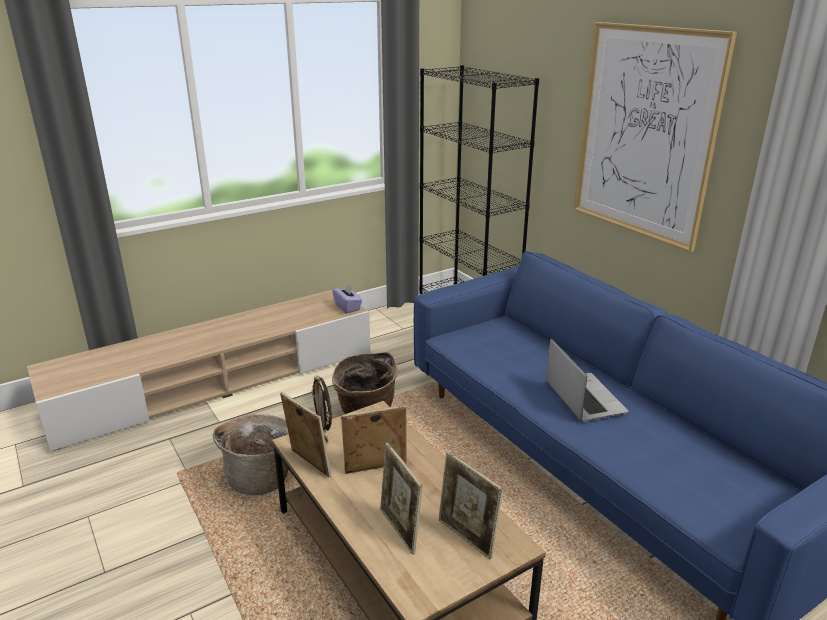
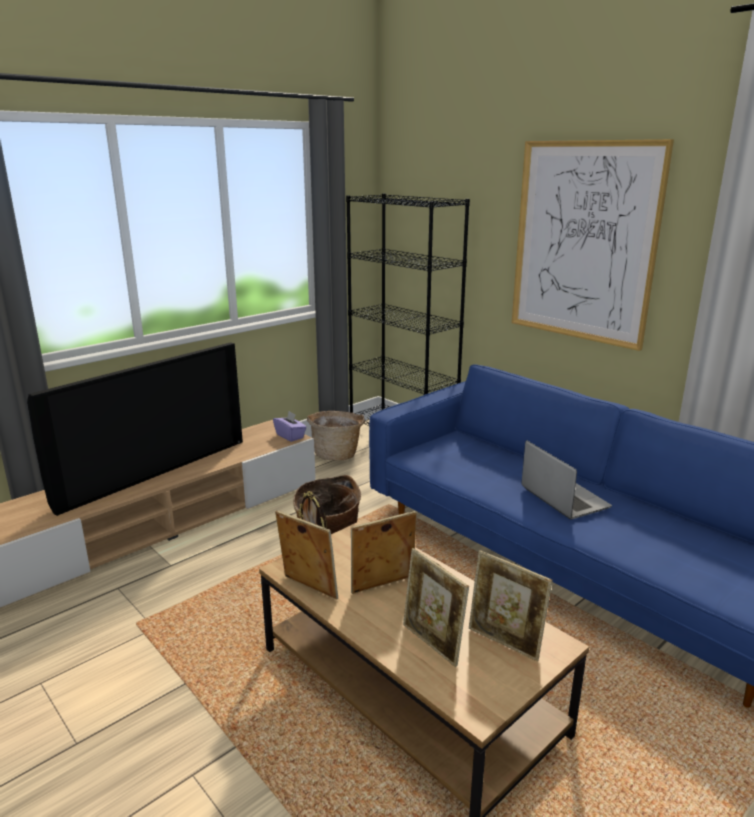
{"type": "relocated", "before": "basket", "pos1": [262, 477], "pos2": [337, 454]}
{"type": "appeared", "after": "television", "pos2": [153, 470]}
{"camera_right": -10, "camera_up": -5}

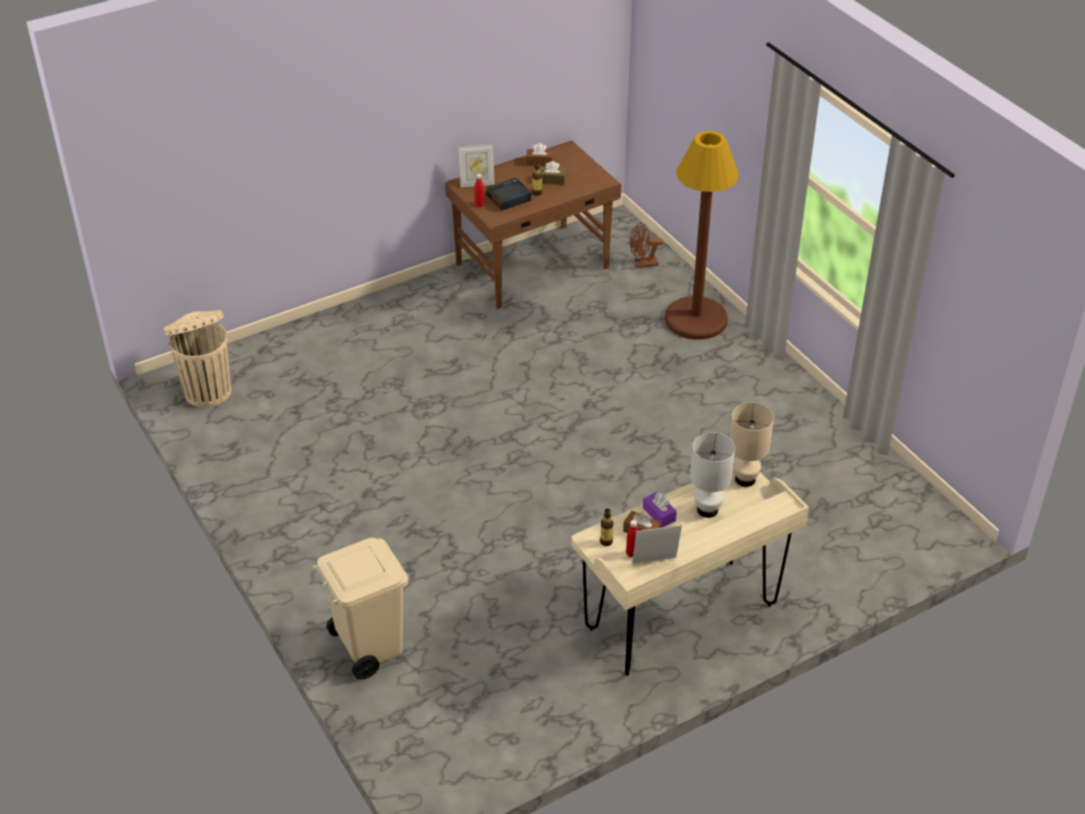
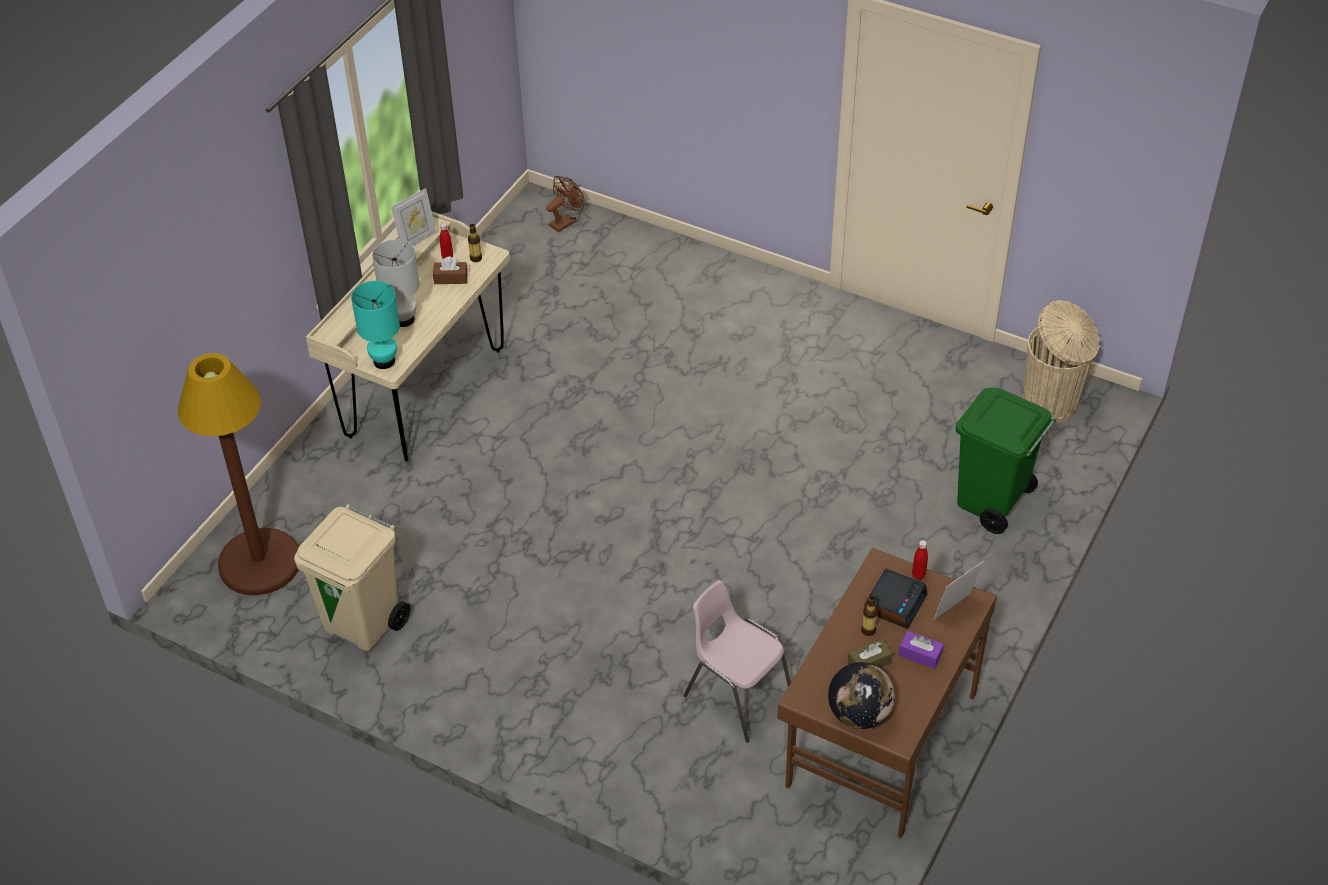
{"type": "relocated", "before": "floor lamp/brown", "pos1": [696, 319], "pos2": [260, 563]}
{"type": "missing", "before": "tissue box/brown", "pos1": [539, 162]}
{"type": "relocated", "before": "fan/brown", "pos1": [643, 264], "pos2": [566, 221]}
{"type": "colour", "before": "table lamp/beige", "after": "table lamp/turquoise", "pos1": [745, 479], "pos2": [384, 361]}
{"type": "relocated", "before": "tissue box/purple", "pos1": [659, 514], "pos2": [920, 654]}
{"type": "relocated", "before": "trash can/beige", "pos1": [368, 647], "pos2": [363, 624]}
{"type": "appeared", "after": "trash can/green", "pos2": [992, 503]}
{"type": "appeared", "after": "chair/pink", "pos2": [737, 695]}
{"type": "appeared", "after": "globe", "pos2": [859, 714]}
{"camera_right": 150, "camera_up": 5}

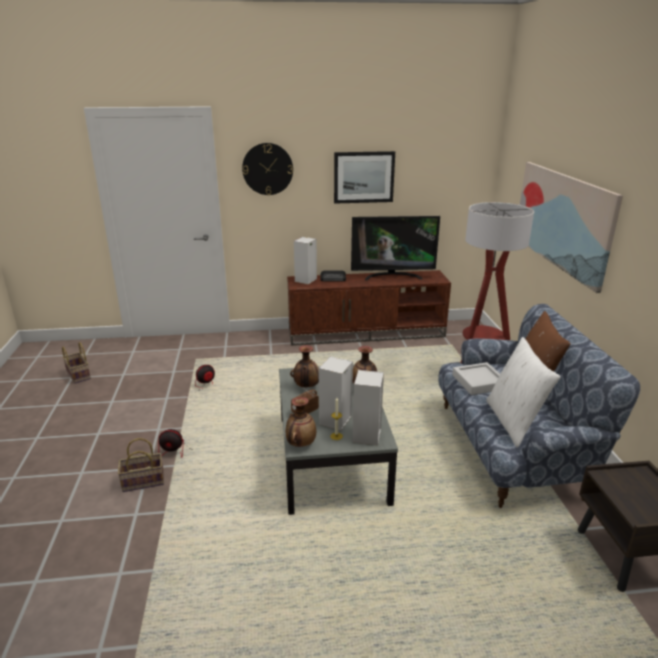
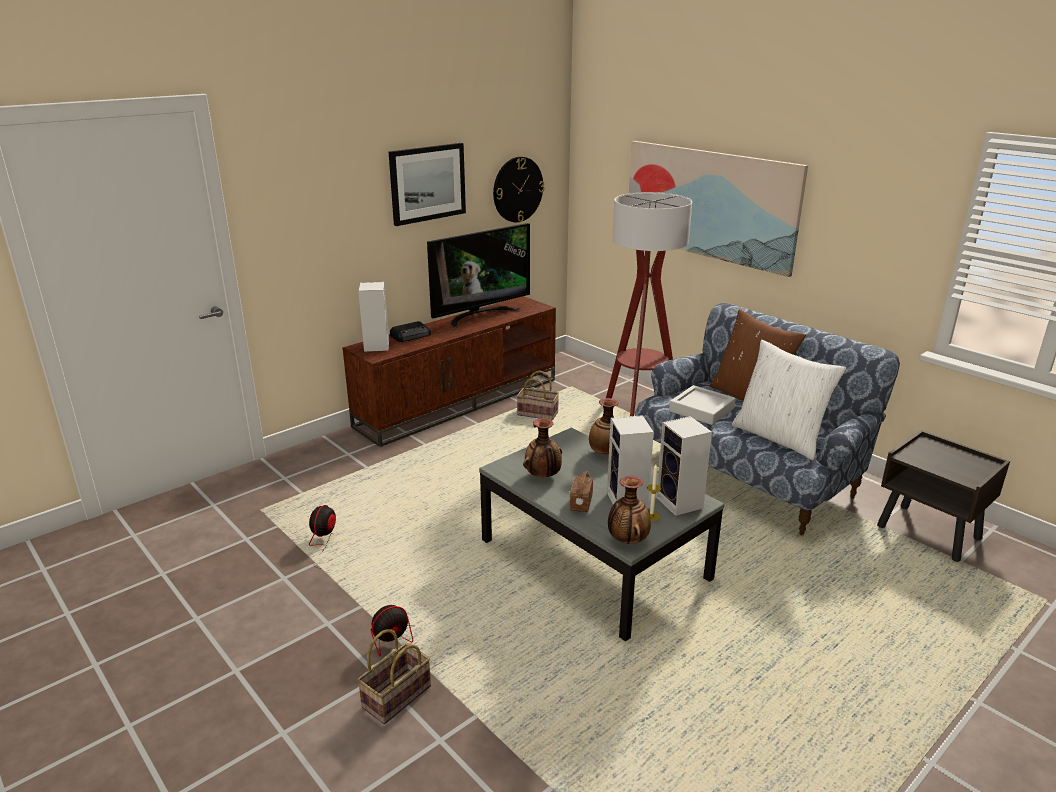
{"type": "relocated", "before": "wall clock", "pos1": [267, 169], "pos2": [517, 189]}
{"type": "relocated", "before": "basket", "pos1": [79, 375], "pos2": [539, 414]}
{"camera_right": -35, "camera_up": 0}

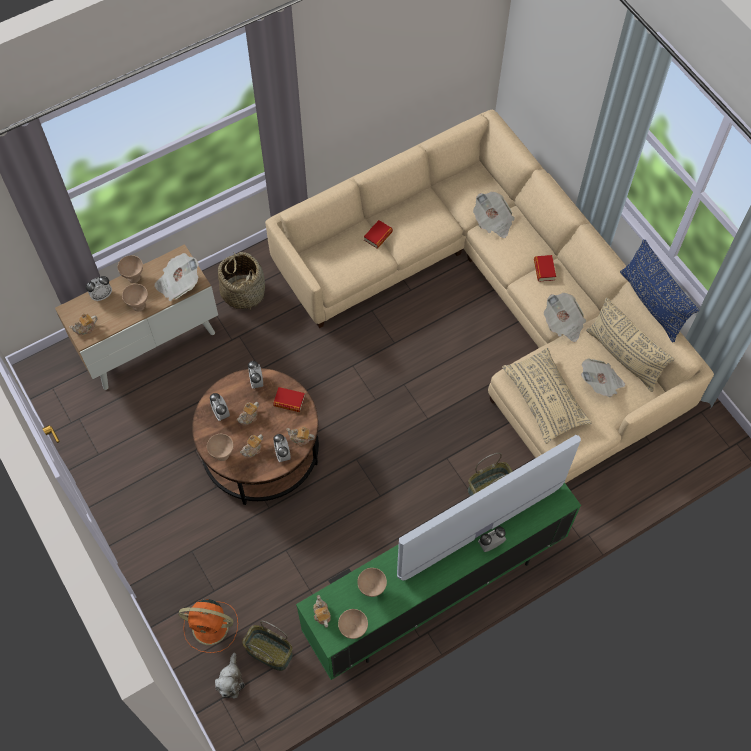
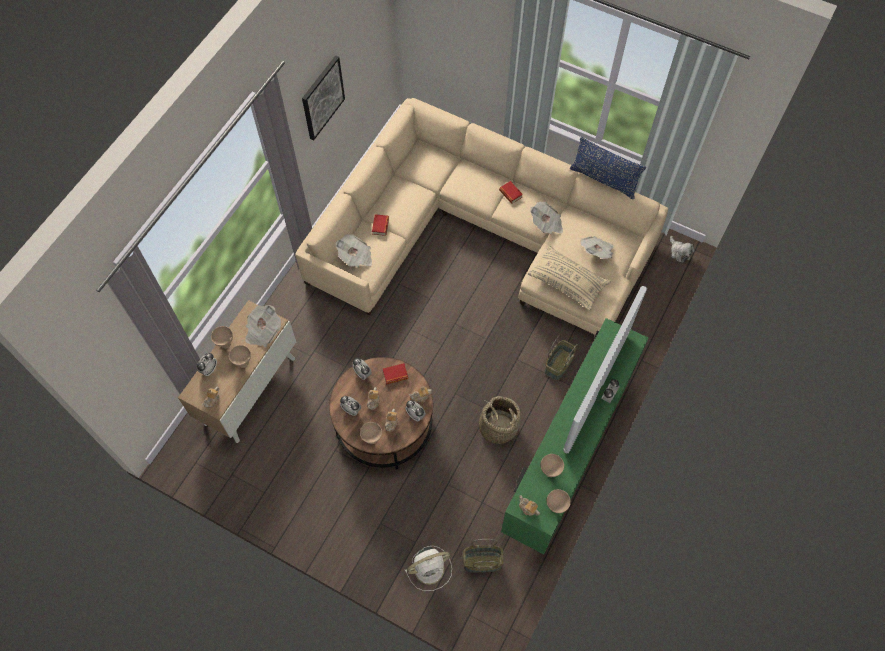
{"type": "relocated", "before": "newspaper", "pos1": [493, 222], "pos2": [355, 257]}
{"type": "relocated", "before": "basket", "pos1": [243, 292], "pos2": [498, 427]}
{"type": "missing", "before": "pillow/beige", "pos1": [623, 357]}
{"type": "colour", "before": "fan/orange", "after": "fan/white", "pos1": [212, 627], "pos2": [430, 568]}
{"type": "relocated", "before": "plush toy", "pos1": [230, 680], "pos2": [679, 252]}
{"type": "appeared", "after": "picture", "pos2": [322, 97]}
{"camera_right": -30, "camera_up": 0}

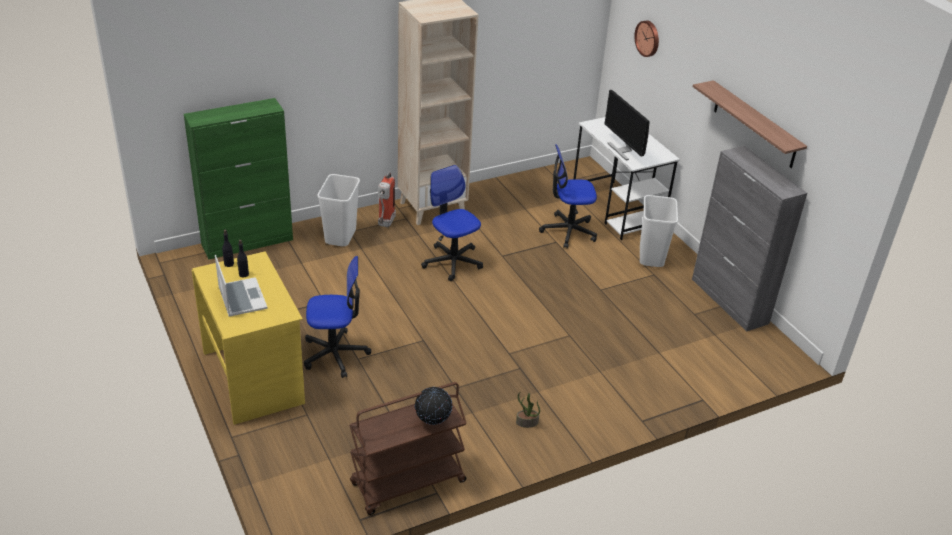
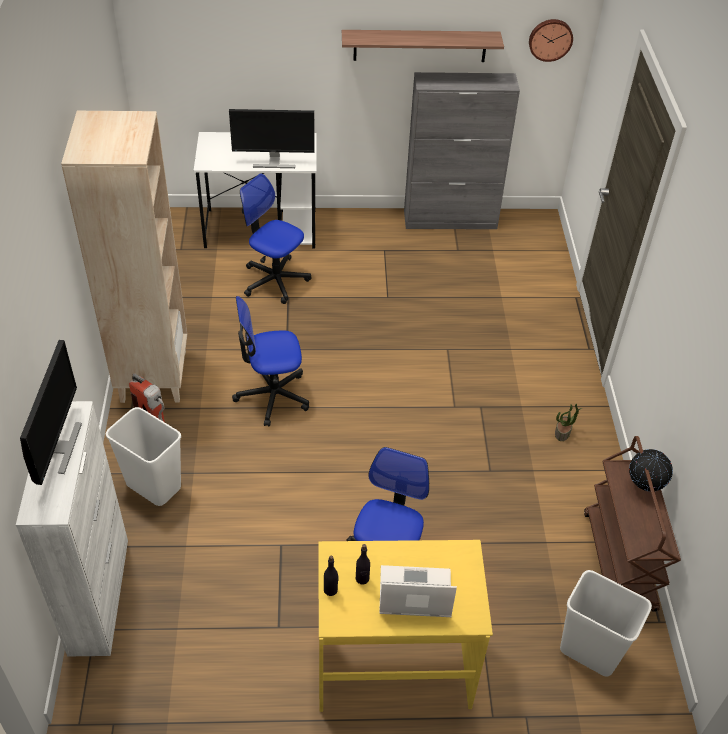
{"type": "relocated", "before": "wall clock", "pos1": [648, 38], "pos2": [550, 39]}
{"type": "colour", "before": "cabinet/green", "after": "cabinet/white", "pos1": [248, 242], "pos2": [99, 595]}
{"type": "spun", "before": "office chair", "pos1": [568, 231], "pos2": [275, 280], "turn": 105}
{"type": "relocated", "before": "trash can/white", "pos1": [652, 257], "pos2": [591, 651]}
{"type": "appeared", "after": "monitor", "pos2": [59, 448]}
{"camera_right": -65, "camera_up": 10}

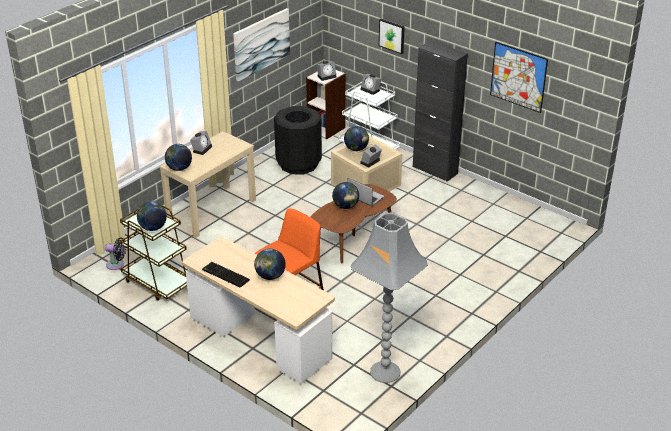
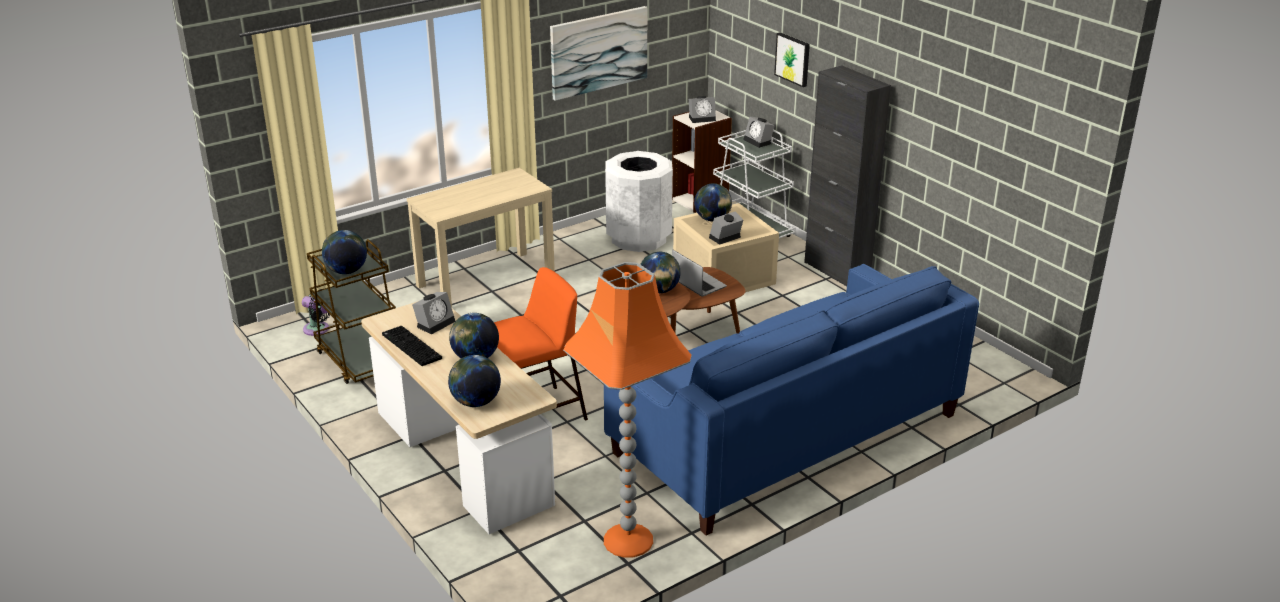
{"type": "missing", "before": "picture", "pos1": [518, 77]}
{"type": "colour", "before": "trash can/black", "after": "trash can/white", "pos1": [298, 164], "pos2": [638, 238]}
{"type": "relocated", "before": "alarm clock", "pos1": [202, 148], "pos2": [435, 323]}
{"type": "relocated", "before": "globe", "pos1": [179, 168], "pos2": [476, 402]}
{"type": "colour", "before": "floor lamp/grey", "after": "floor lamp/orange", "pos1": [385, 372], "pos2": [628, 541]}
{"type": "appeared", "after": "sofa/blue", "pos2": [786, 434]}
{"camera_right": 15, "camera_up": -5}

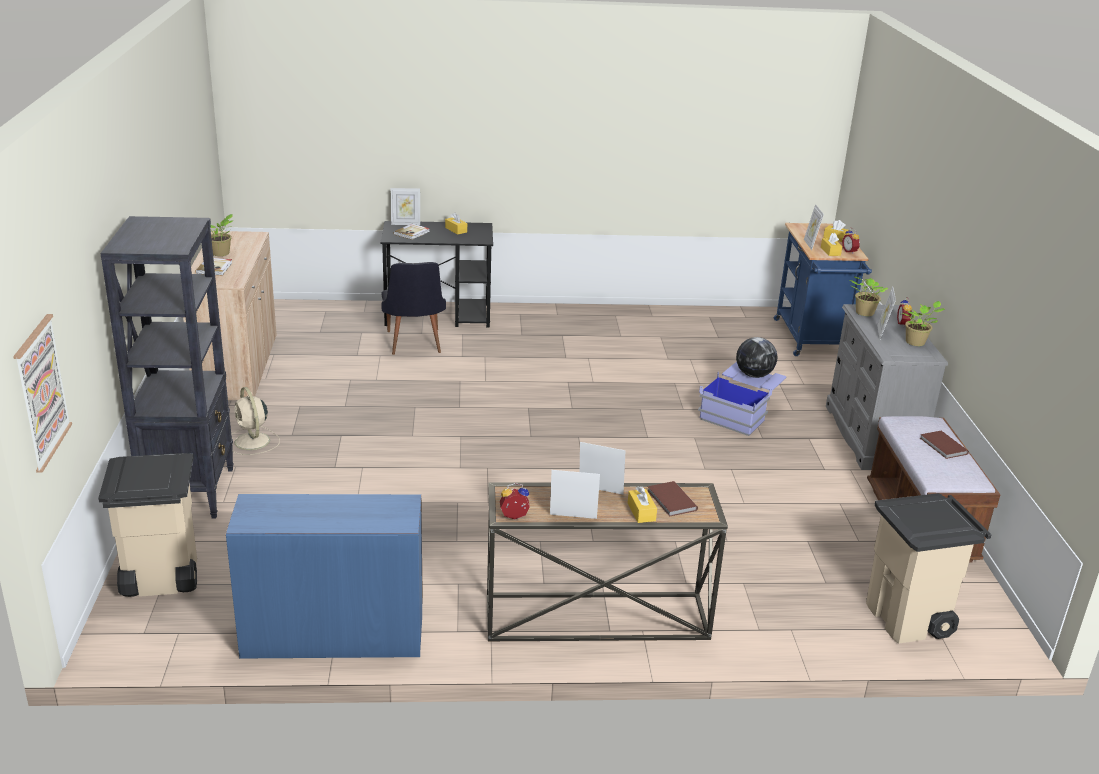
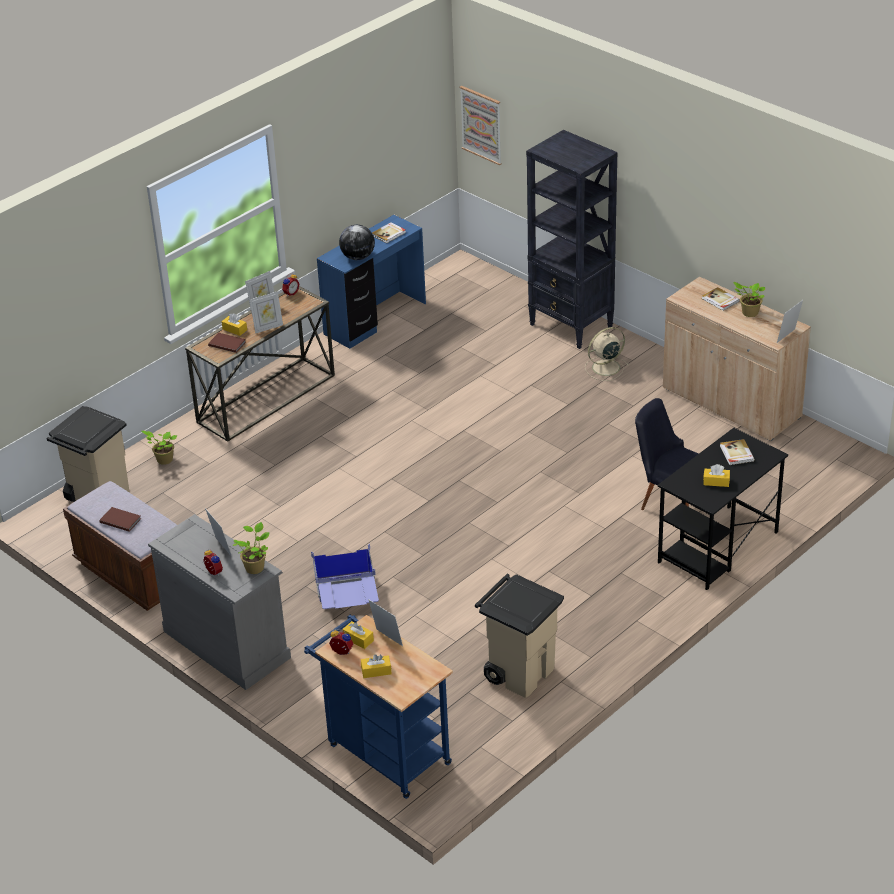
{"type": "relocated", "before": "picture frame", "pos1": [405, 223], "pos2": [788, 337]}
{"type": "relocated", "before": "potted plant", "pos1": [916, 343], "pos2": [163, 460]}
{"type": "relocated", "before": "globe", "pos1": [753, 375], "pos2": [358, 257]}
{"type": "spun", "before": "fan/beige", "pos1": [253, 442], "pos2": [605, 368], "turn": -45}
{"type": "relocated", "before": "trash can/beige", "pos1": [160, 580], "pos2": [520, 672]}
{"type": "appeared", "after": "book", "pos2": [389, 234]}
{"camera_right": 140, "camera_up": 10}

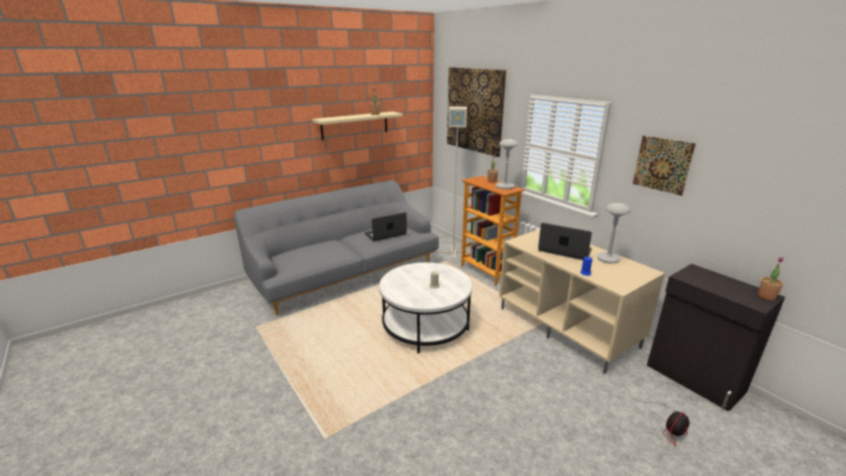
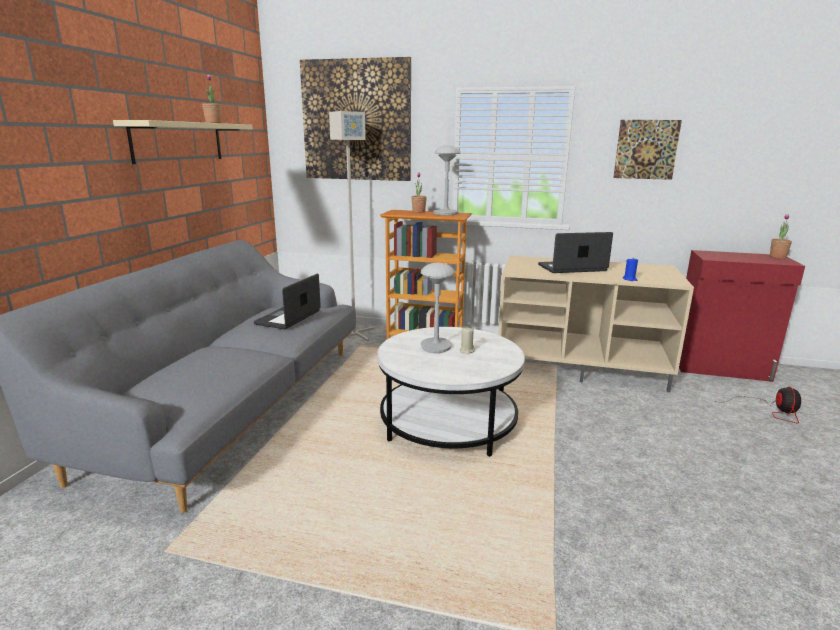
{"type": "relocated", "before": "table lamp/grey", "pos1": [608, 258], "pos2": [436, 346]}
{"type": "colour", "before": "cabinet/black", "after": "cabinet/red", "pos1": [694, 379], "pos2": [721, 368]}
{"camera_right": -40, "camera_up": -5}

